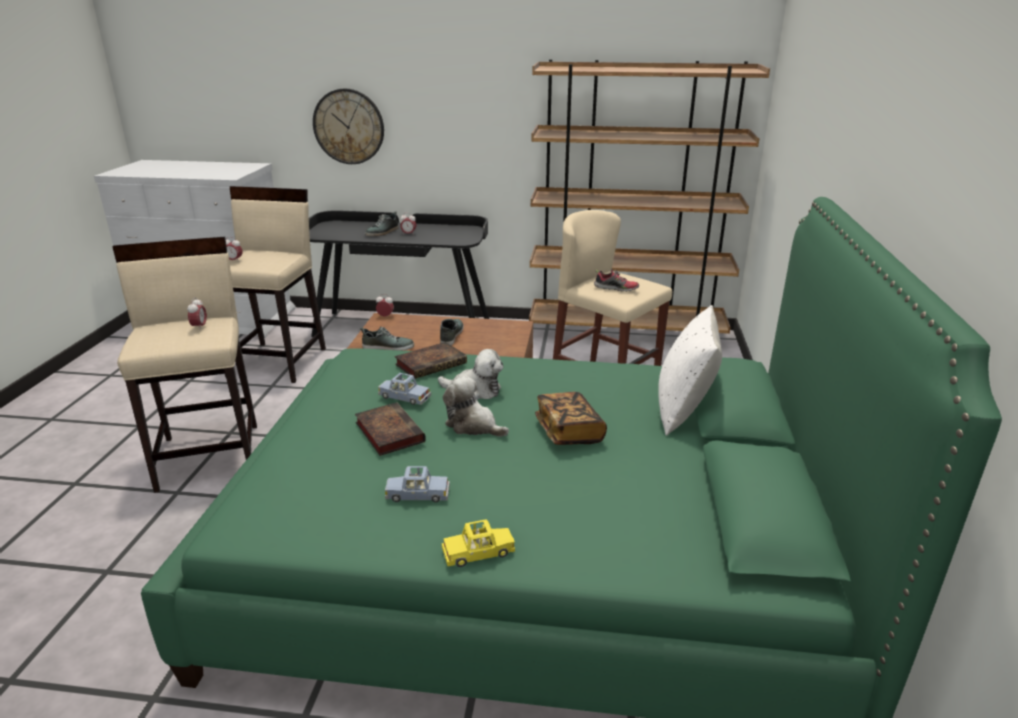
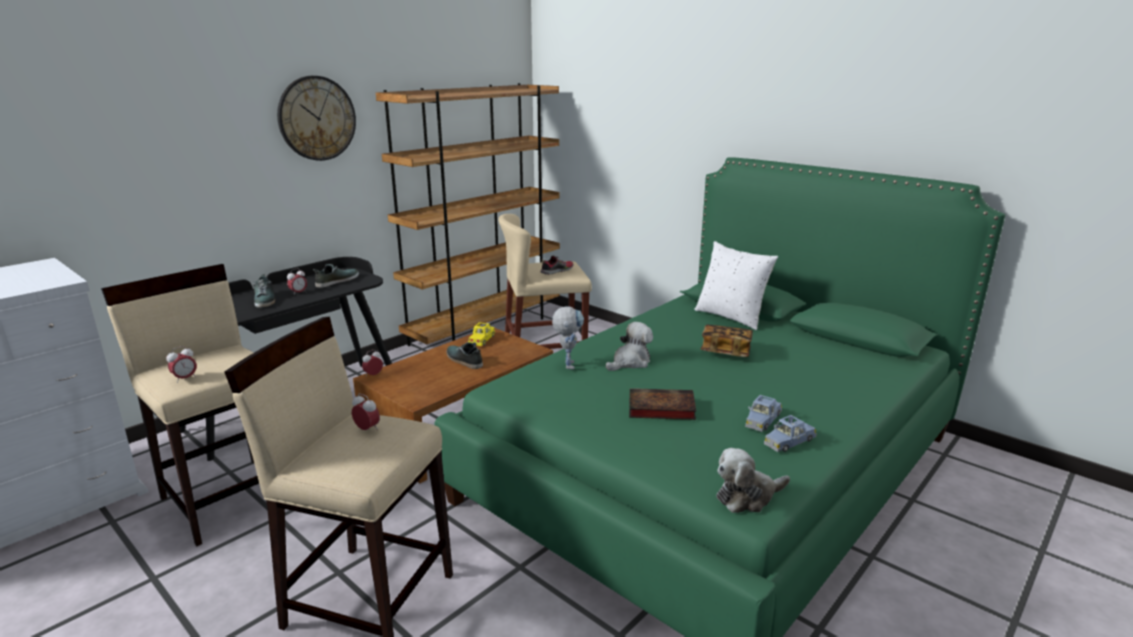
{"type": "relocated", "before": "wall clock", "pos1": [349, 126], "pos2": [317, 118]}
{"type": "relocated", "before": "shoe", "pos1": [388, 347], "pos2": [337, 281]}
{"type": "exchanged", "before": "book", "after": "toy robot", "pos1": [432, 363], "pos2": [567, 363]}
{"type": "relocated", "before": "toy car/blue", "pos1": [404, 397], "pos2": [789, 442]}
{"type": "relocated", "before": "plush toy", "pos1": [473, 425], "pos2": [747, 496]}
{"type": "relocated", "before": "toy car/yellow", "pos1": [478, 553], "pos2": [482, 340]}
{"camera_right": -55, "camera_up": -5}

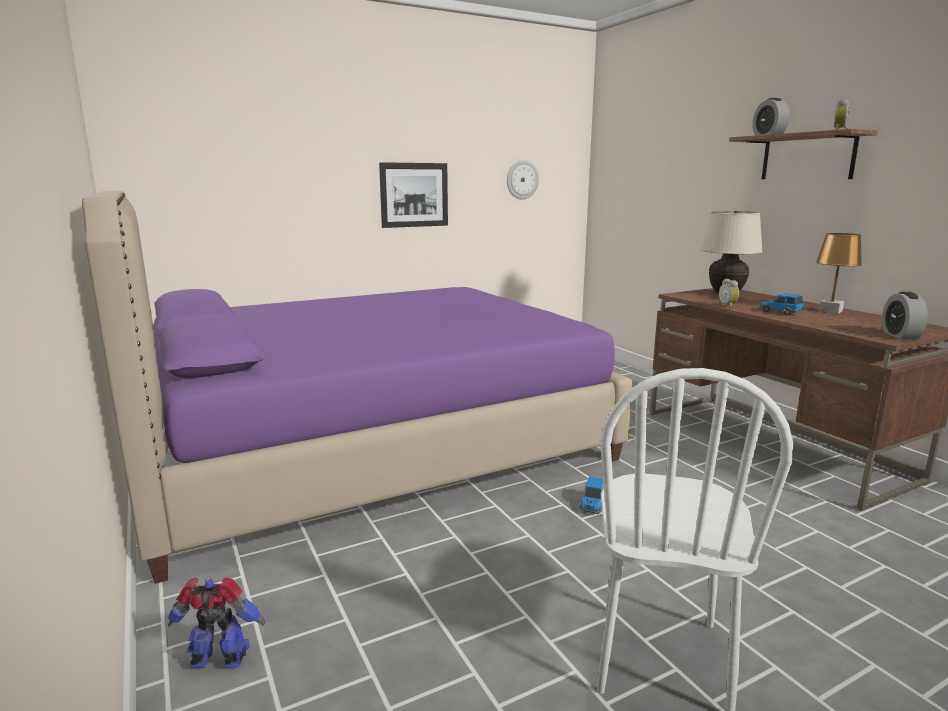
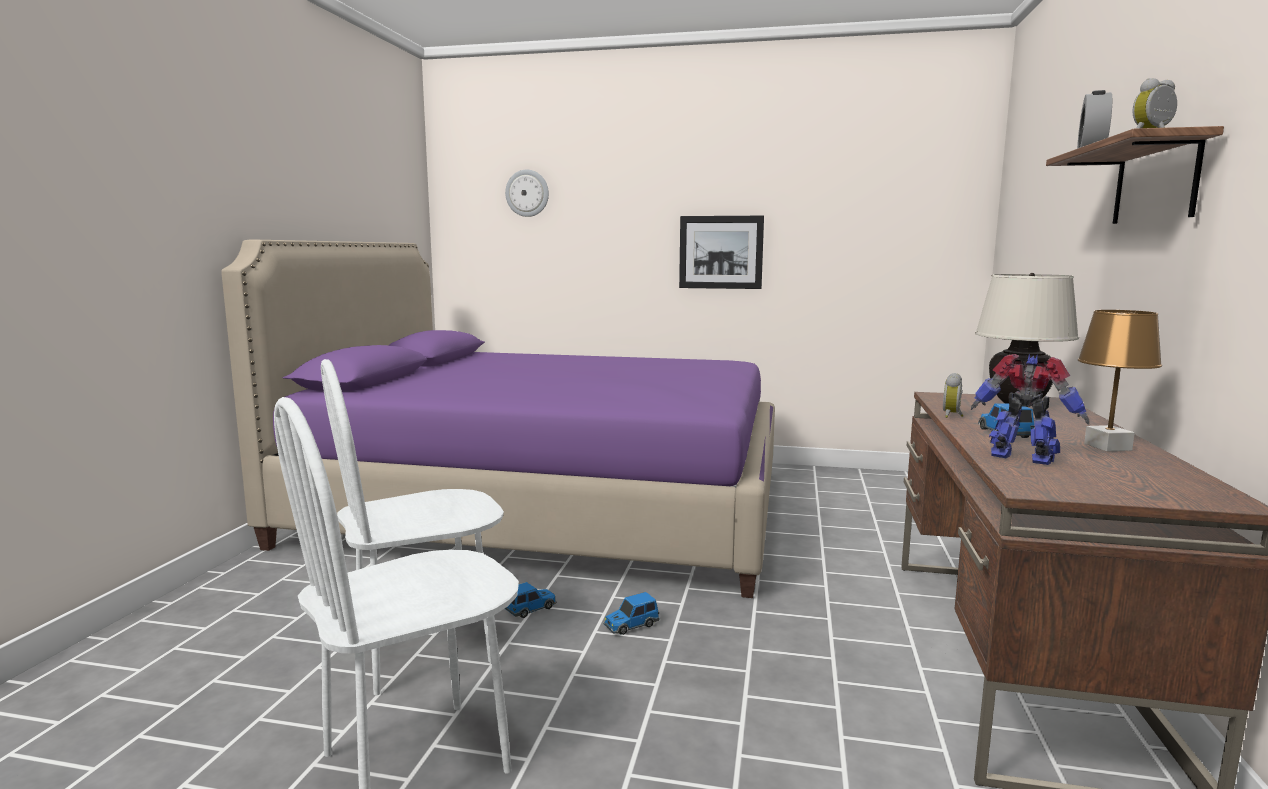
{"type": "relocated", "before": "wall clock", "pos1": [522, 180], "pos2": [527, 193]}
{"type": "missing", "before": "alarm clock", "pos1": [900, 335]}
{"type": "relocated", "before": "toy robot", "pos1": [220, 660], "pos2": [1022, 458]}
{"type": "appeared", "after": "chair/white", "pos2": [424, 651]}
{"type": "appeared", "after": "toy car", "pos2": [530, 609]}
{"camera_right": 40, "camera_up": -5}

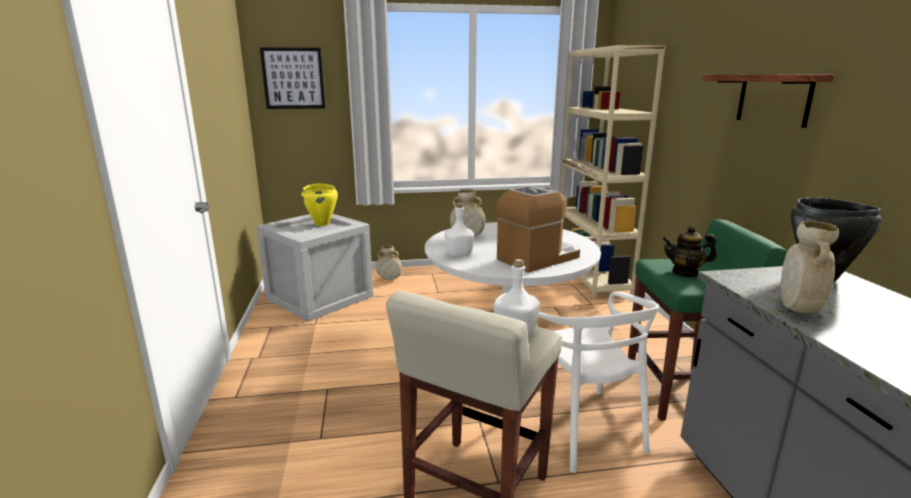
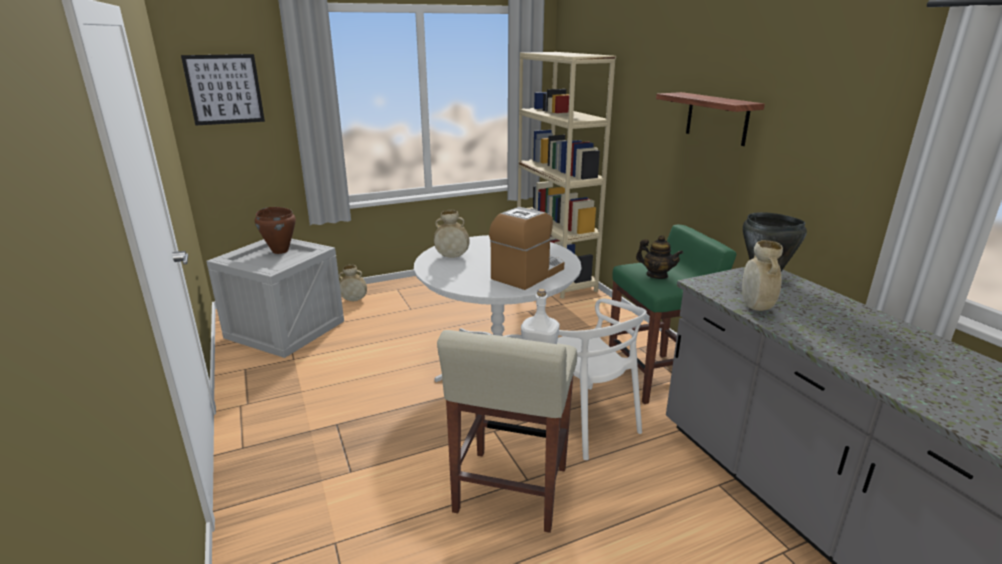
{"type": "colour", "before": "cooking pot/yellow", "after": "cooking pot/brown", "pos1": [322, 224], "pos2": [280, 251]}
{"type": "missing", "before": "bottle/white", "pos1": [459, 255]}
{"type": "spun", "before": "teapot", "pos1": [685, 272], "pos2": [656, 275], "turn": -135}
{"camera_right": -15, "camera_up": 5}

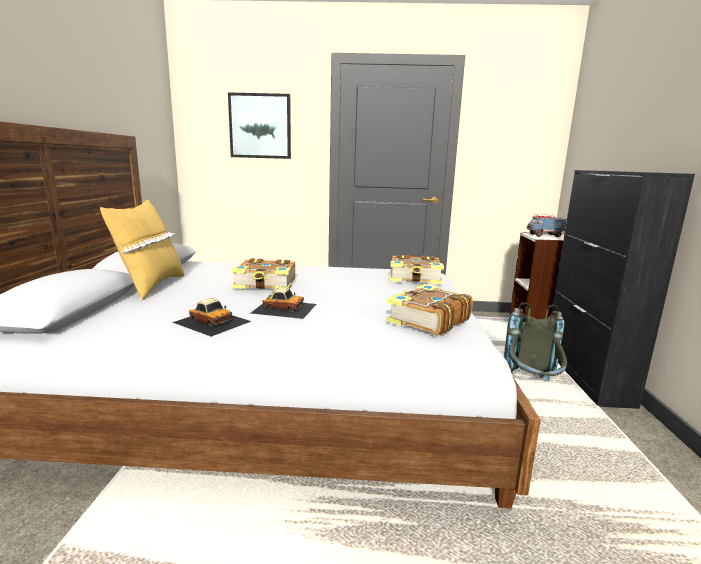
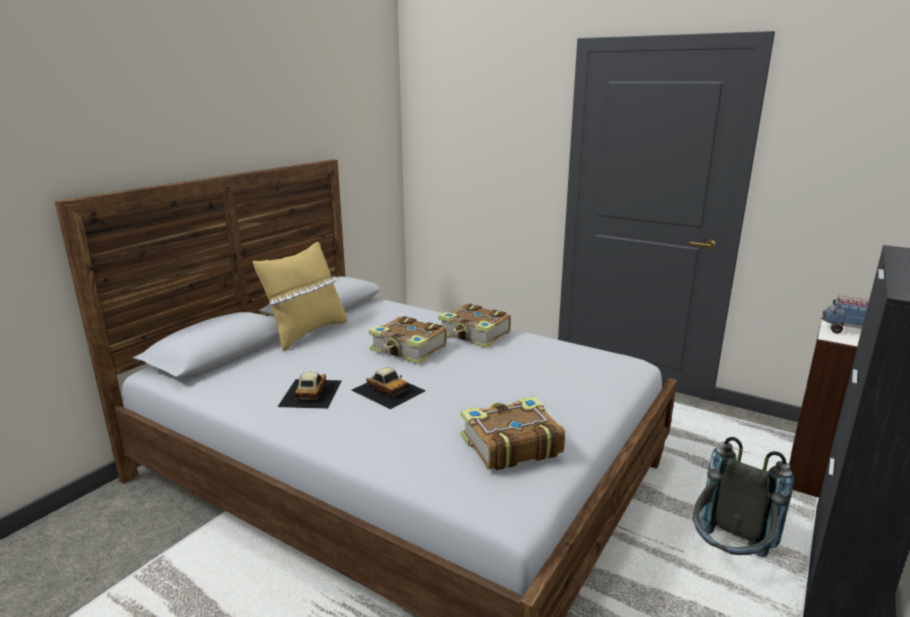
{"type": "missing", "before": "picture", "pos1": [260, 126]}
{"type": "relocated", "before": "book", "pos1": [415, 278], "pos2": [475, 335]}
{"type": "spun", "before": "toy car", "pos1": [212, 321], "pos2": [310, 393], "turn": -150}
{"camera_right": 30, "camera_up": 5}

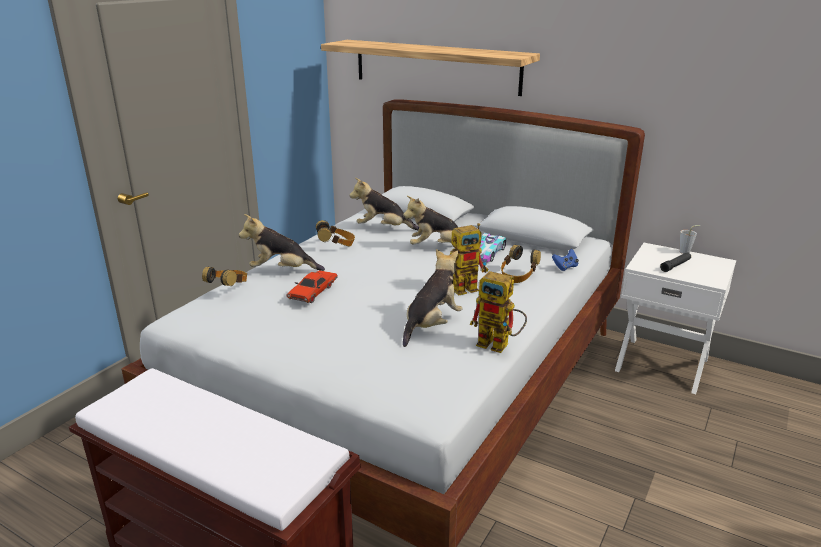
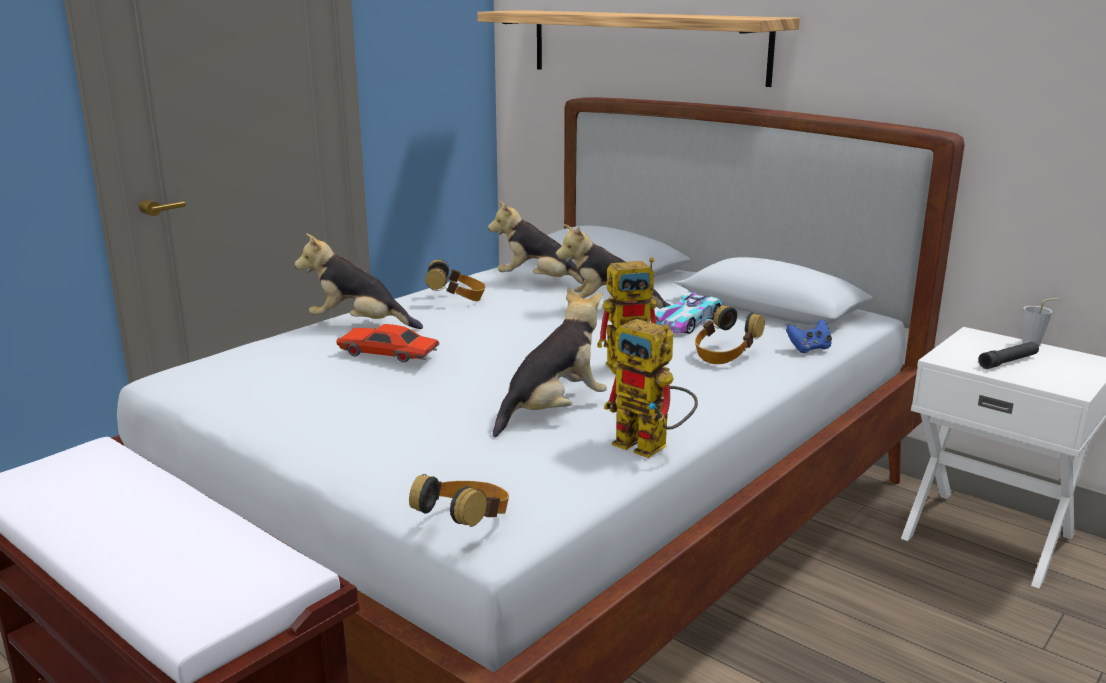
{"type": "relocated", "before": "headphones", "pos1": [229, 288], "pos2": [466, 525]}
{"type": "spun", "before": "toy car/red", "pos1": [313, 292], "pos2": [388, 354], "turn": 75}
{"camera_right": 10, "camera_up": -5}

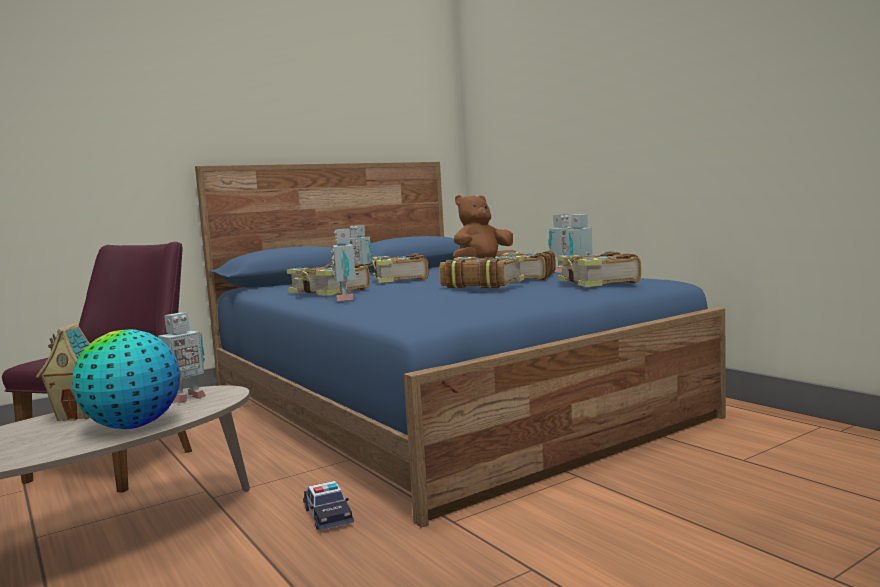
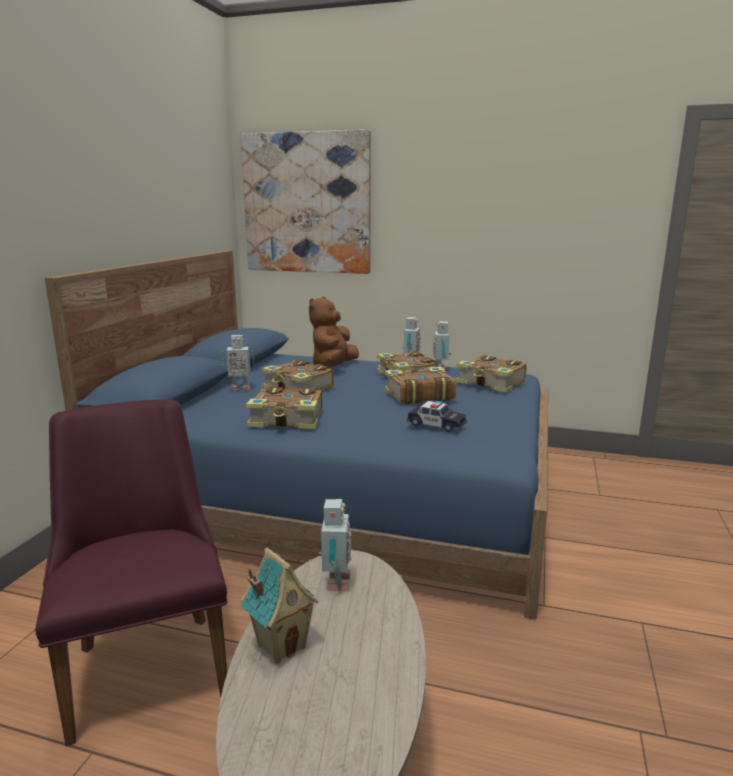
{"type": "missing", "before": "toy robot", "pos1": [346, 299]}
{"type": "missing", "before": "globe", "pos1": [132, 426]}
{"type": "relocated", "before": "toy car", "pos1": [327, 515], "pos2": [436, 425]}
{"type": "appeared", "after": "picture", "pos2": [307, 203]}
{"camera_right": -40, "camera_up": 10}

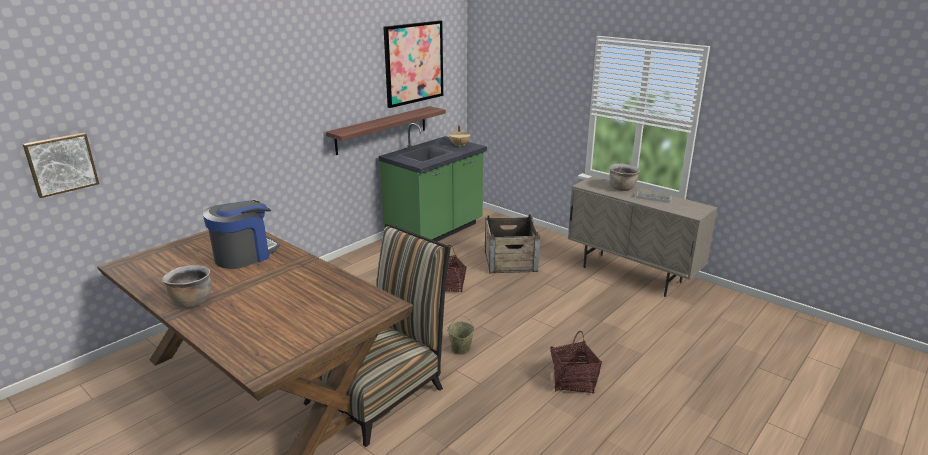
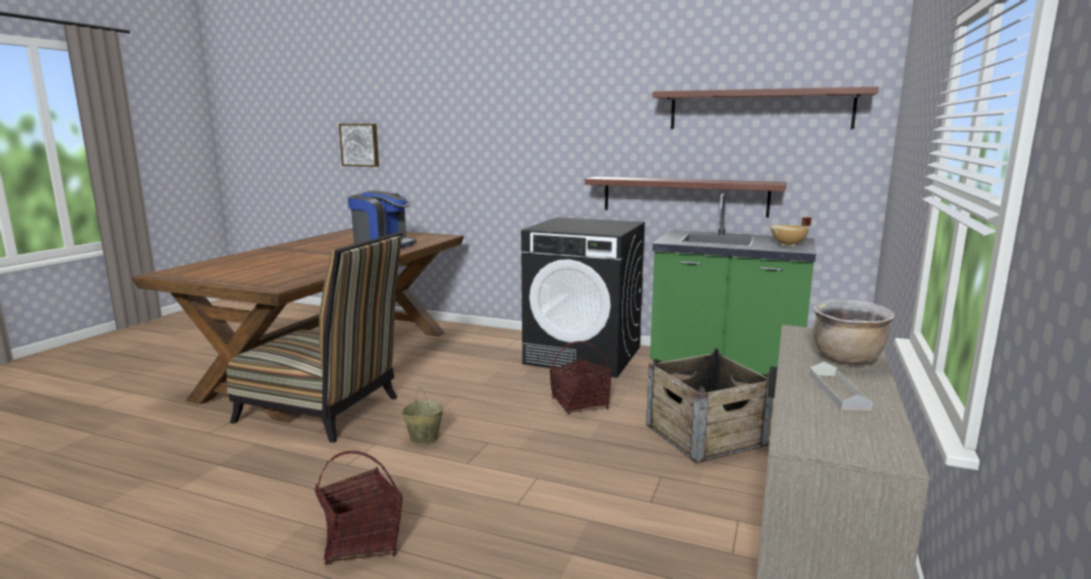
{"type": "exchanged", "before": "picture", "after": "shelf", "pos1": [414, 63], "pos2": [759, 110]}
{"type": "missing", "before": "cooking pot/brown", "pos1": [192, 302]}
{"type": "appeared", "after": "washing machine/black", "pos2": [584, 355]}
{"camera_right": 70, "camera_up": -10}

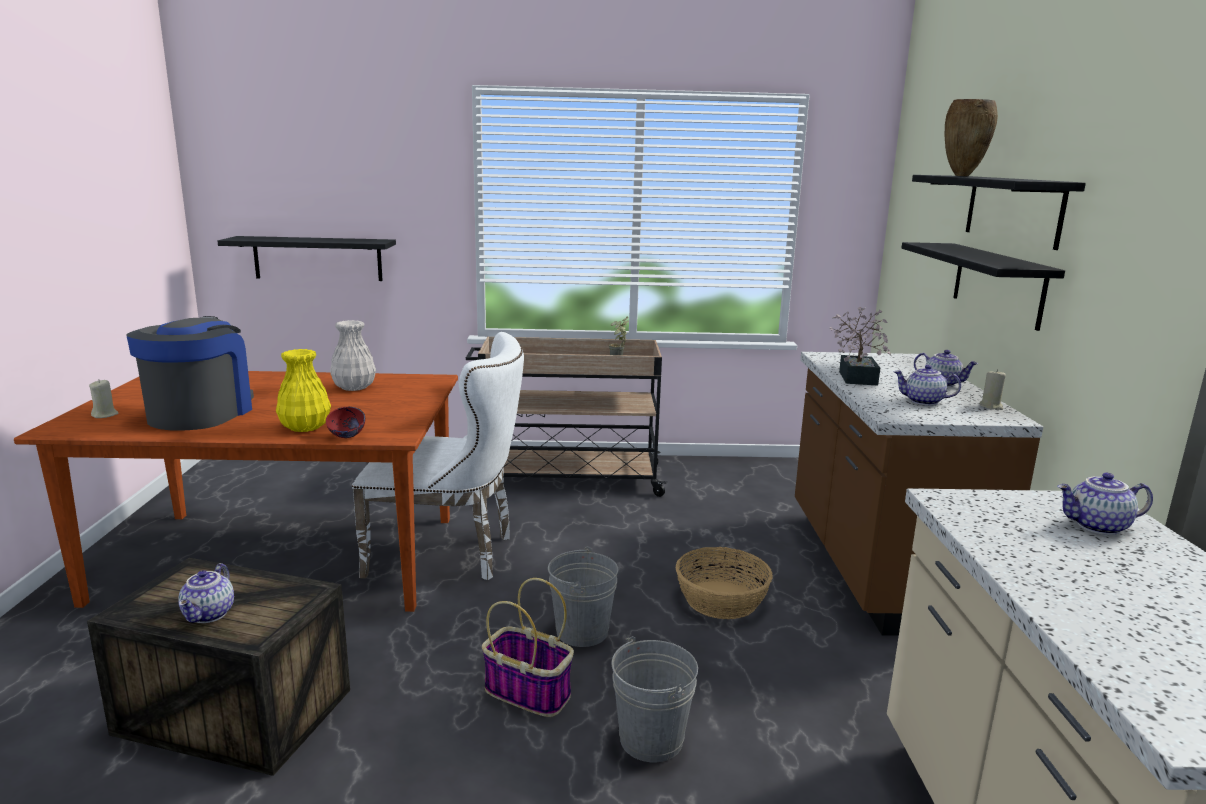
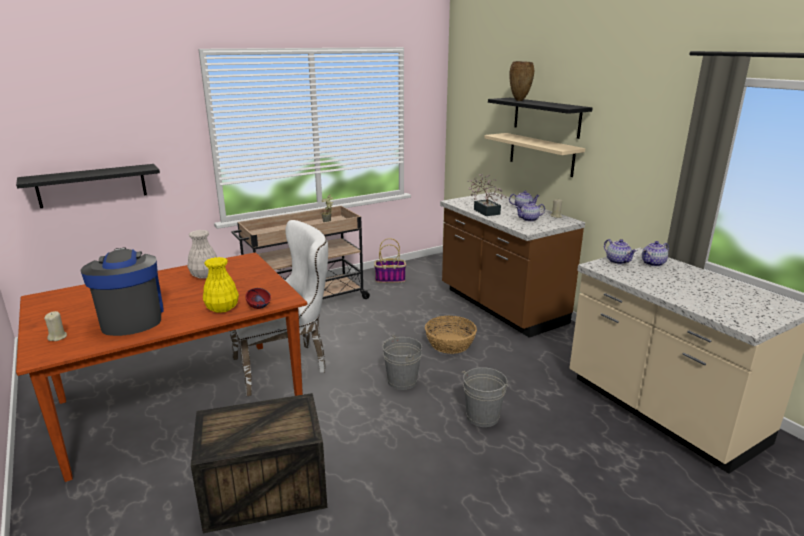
{"type": "colour", "before": "shelf/black", "after": "shelf/beige", "pos1": [997, 284], "pos2": [541, 154]}
{"type": "relocated", "before": "teapot", "pos1": [210, 615], "pos2": [618, 261]}
{"type": "relocated", "before": "basket", "pos1": [529, 692], "pos2": [390, 279]}
{"camera_right": -30, "camera_up": 5}

